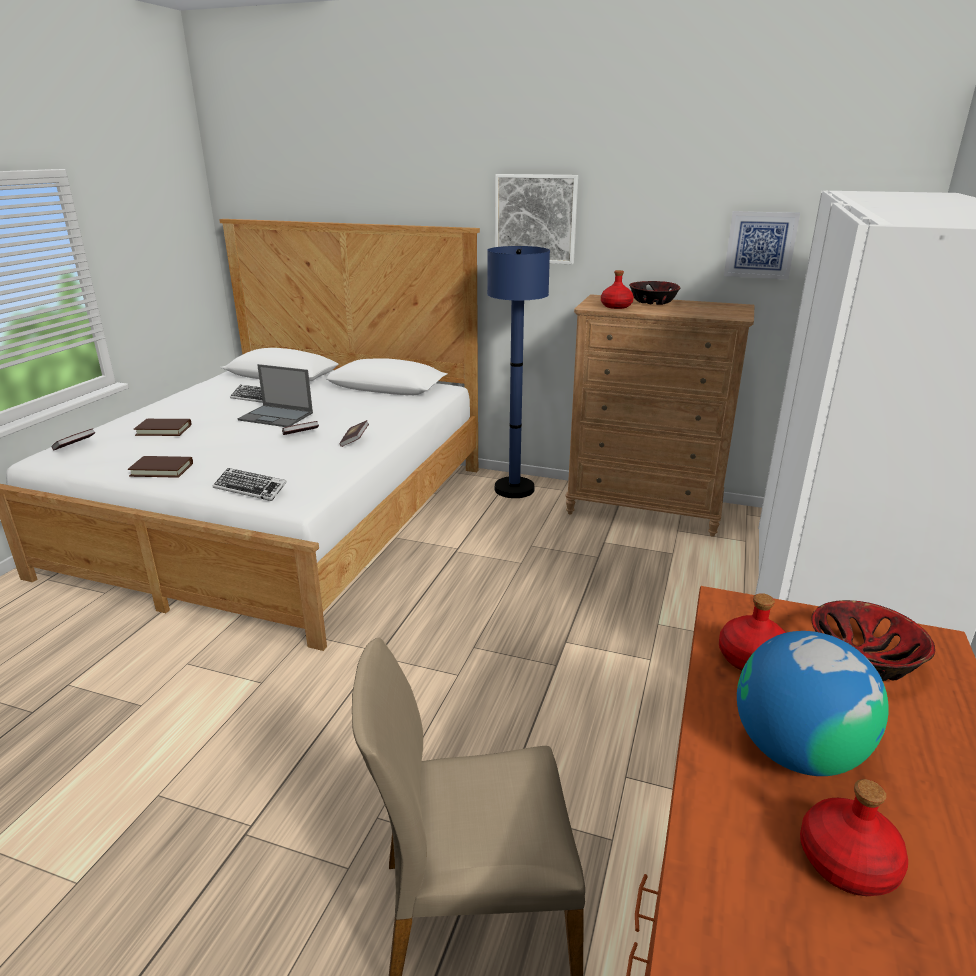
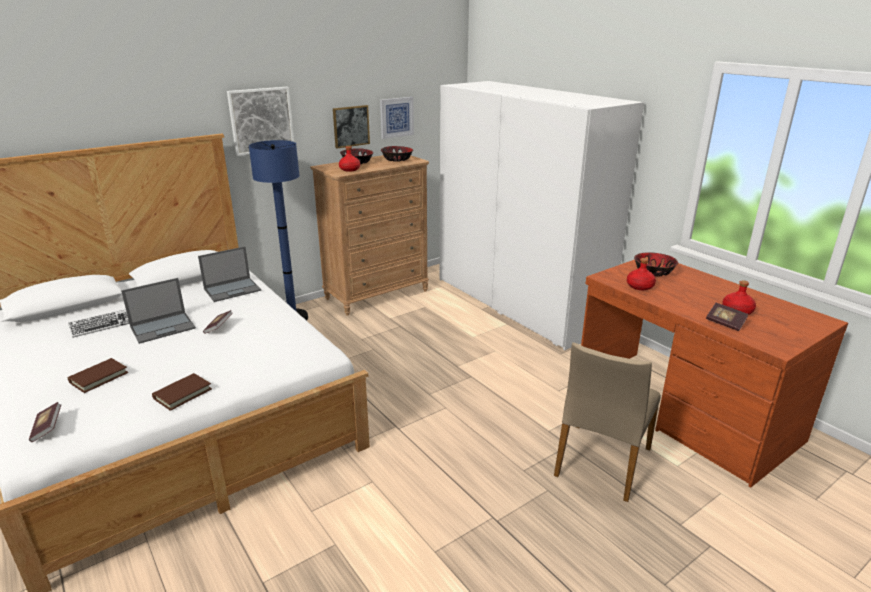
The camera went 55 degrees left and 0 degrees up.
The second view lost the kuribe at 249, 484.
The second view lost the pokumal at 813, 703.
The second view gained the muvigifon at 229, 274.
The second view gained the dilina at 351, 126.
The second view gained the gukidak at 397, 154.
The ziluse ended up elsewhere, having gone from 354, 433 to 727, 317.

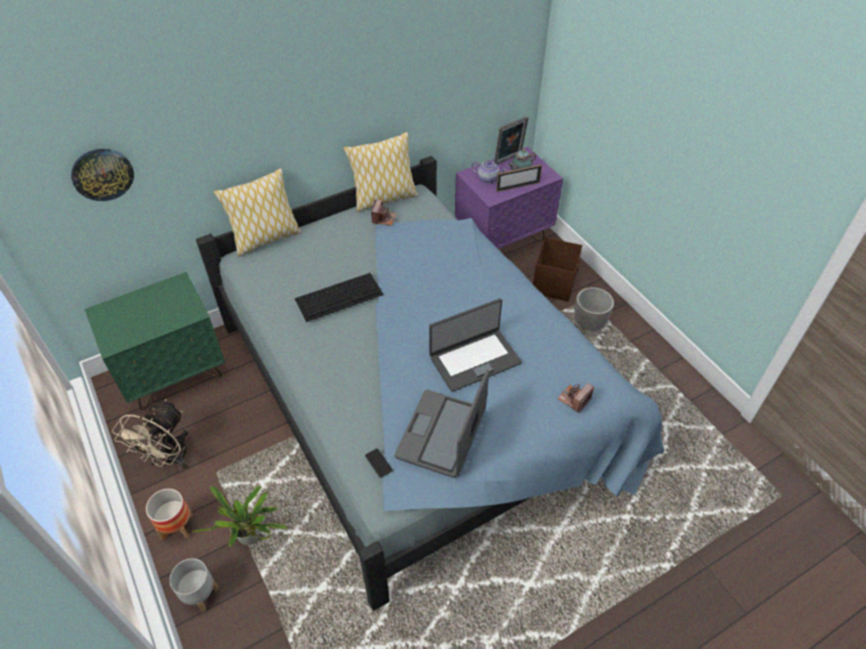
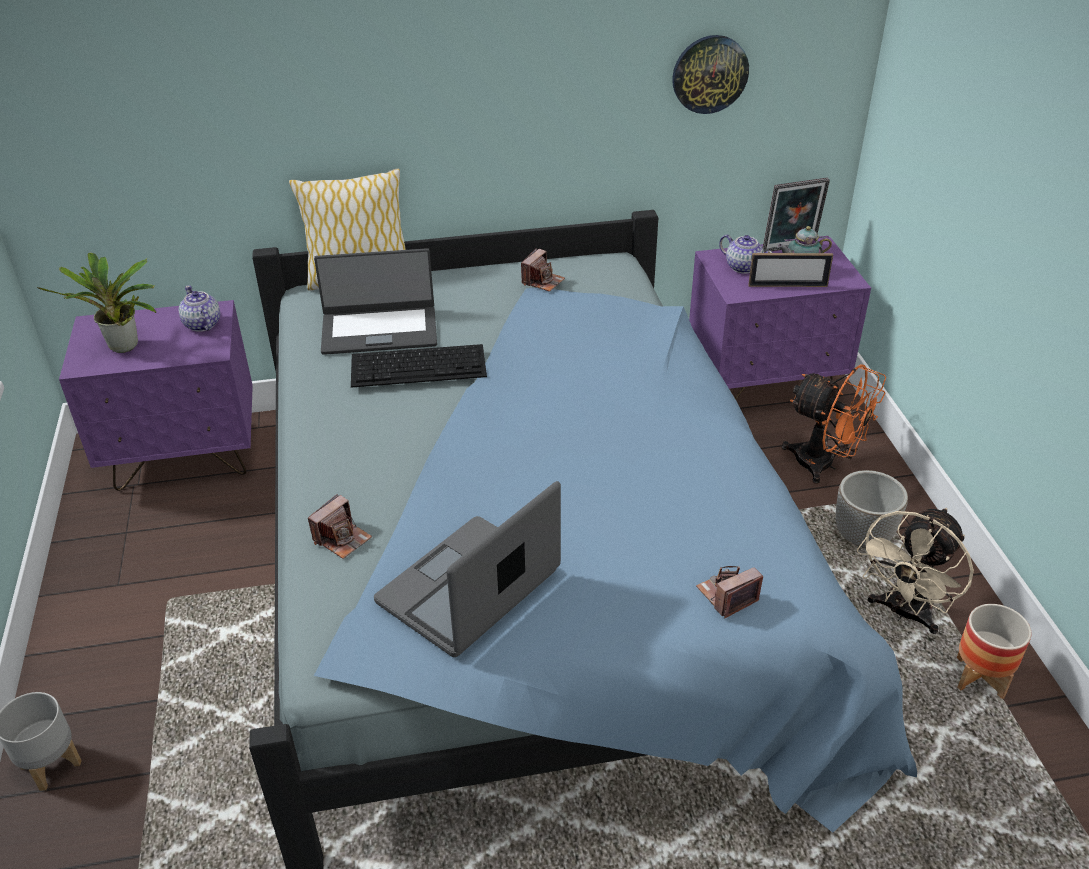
The camera went 20 degrees right and 10 degrees down.
The second view lost the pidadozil at 380, 172.
The second view lost the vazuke at 379, 463.
The second view gained the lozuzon at 199, 308.
The second view gained the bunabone at 340, 526.
The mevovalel ended up elsewhere, having gone from 102, 175 to 710, 74.
The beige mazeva ended up elsewhere, having gone from 150, 434 to 915, 571.
The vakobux ended up elsewhere, having gone from 169, 515 to 994, 651.
The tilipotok ended up elsewhere, having gone from 240, 516 to 96, 302.
The muvigifon ended up elsewhere, having gone from 475, 345 to 375, 301.
Where the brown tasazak stood at 557, 269, the orange mazeva came to stand at 834, 424.
What was the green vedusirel at 155, 341 turned into the purple vedusirel at 156, 395.

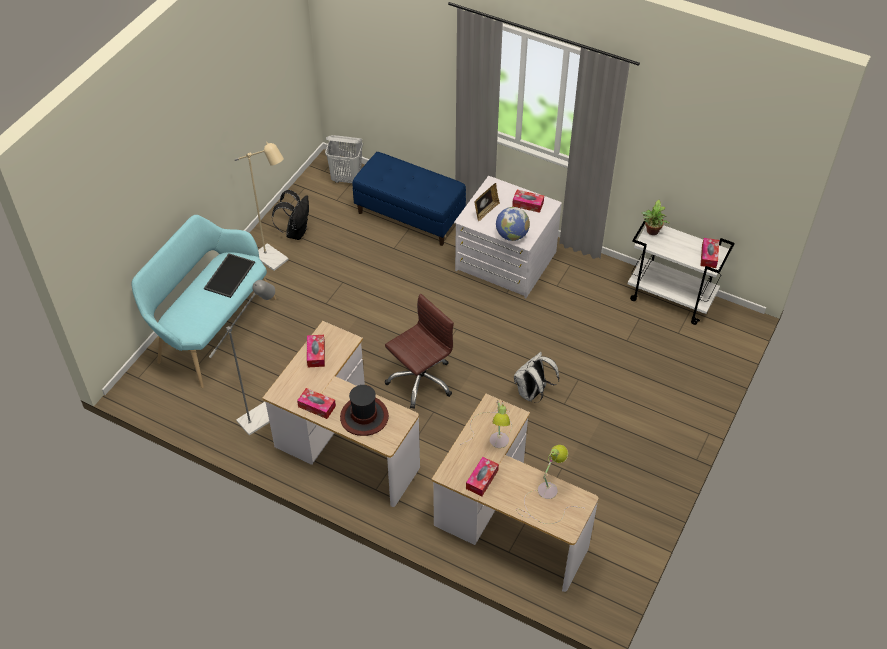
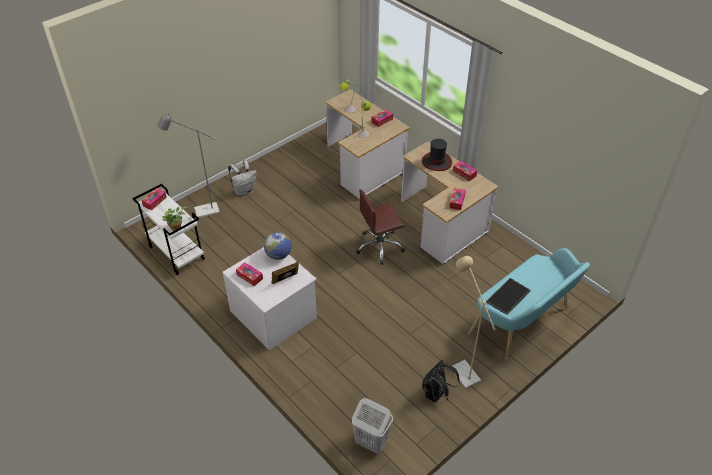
The camera went 160 degrees left and 5 degrees down.
The second view lost the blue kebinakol at 409, 199.
The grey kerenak ended up elsewhere, having gone from 242, 358 to 188, 165.
The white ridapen ended up elsewhere, having gone from 537, 377 to 242, 178.

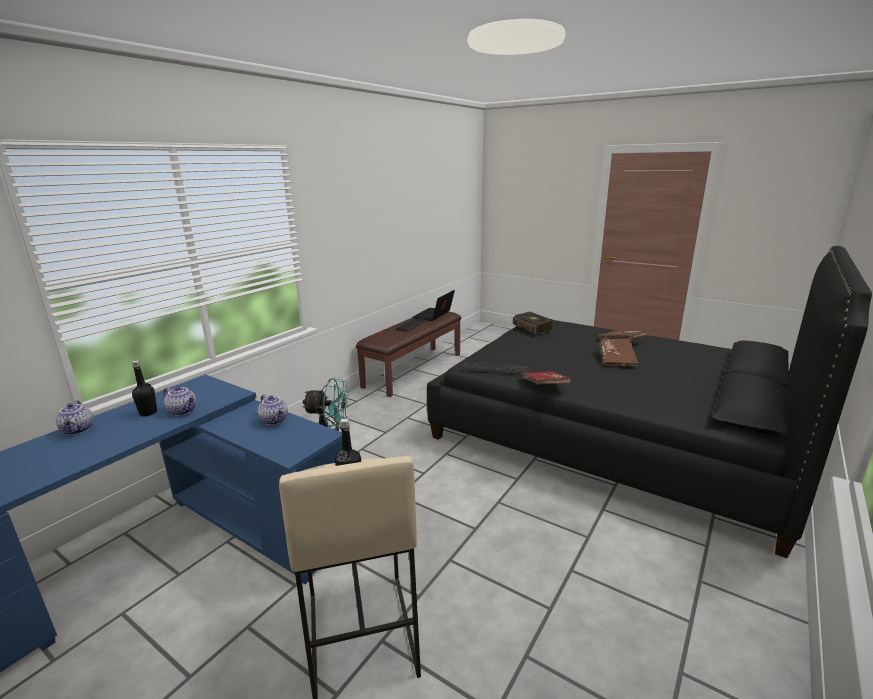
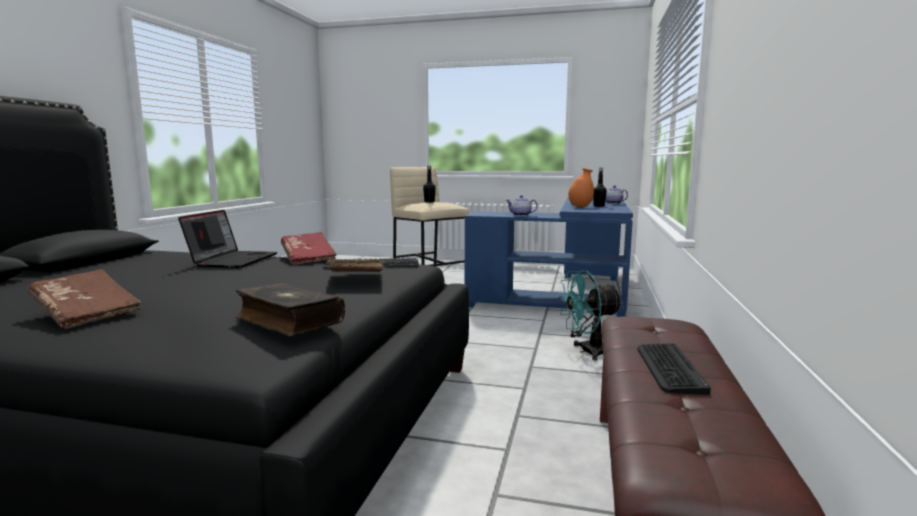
The camera went 160 degrees right and 10 degrees down.
The muvigifon ended up elsewhere, having gone from 433, 305 to 227, 239.
The brown ziluse ended up elsewhere, having gone from 618, 353 to 355, 265.
Where the lozuzon stood at 179, 401, the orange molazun came to stand at 581, 187.

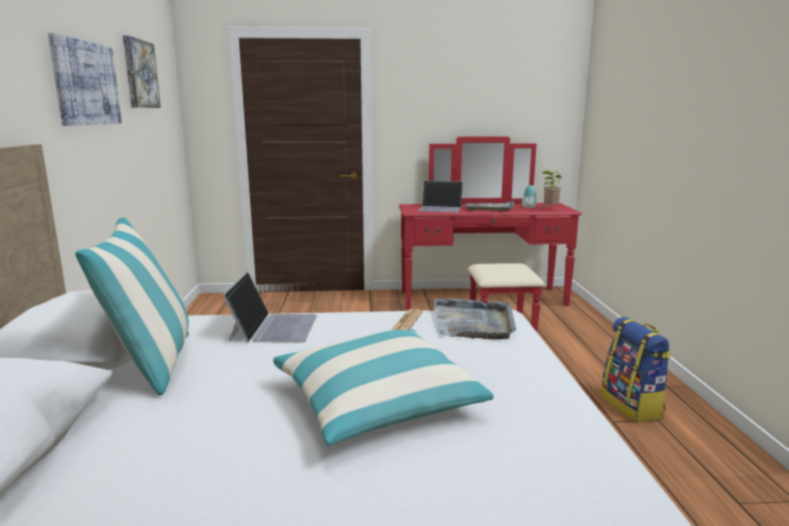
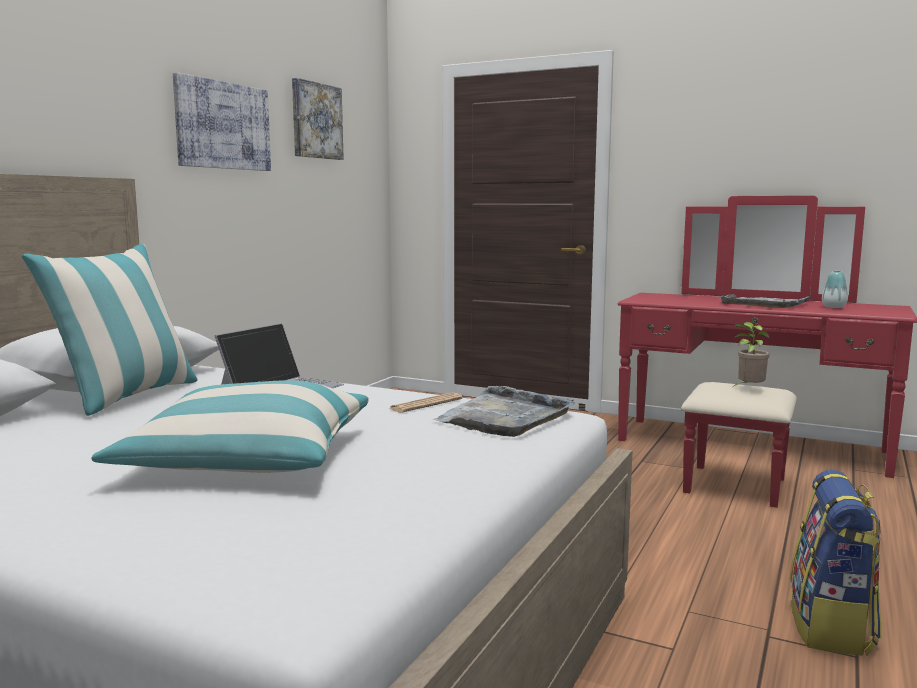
The camera went 30 degrees right and 5 degrees down.
The second view lost the muvigifon at 440, 196.
The tilipotok ended up elsewhere, having gone from 552, 189 to 751, 354.

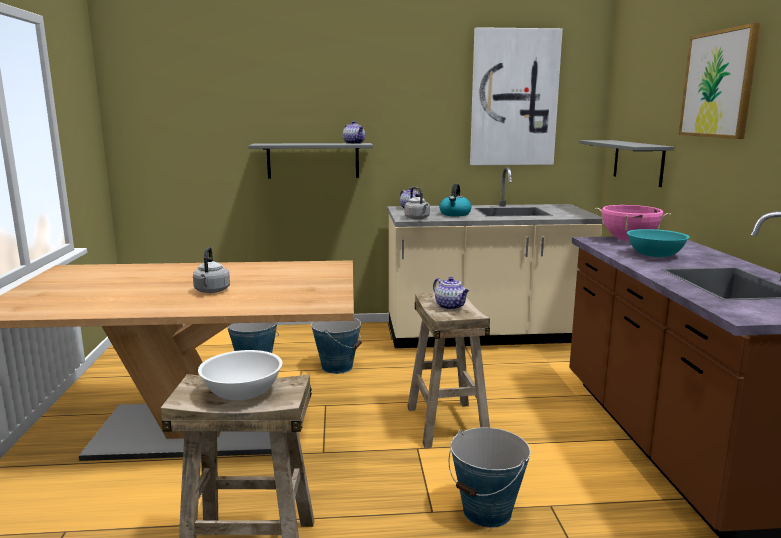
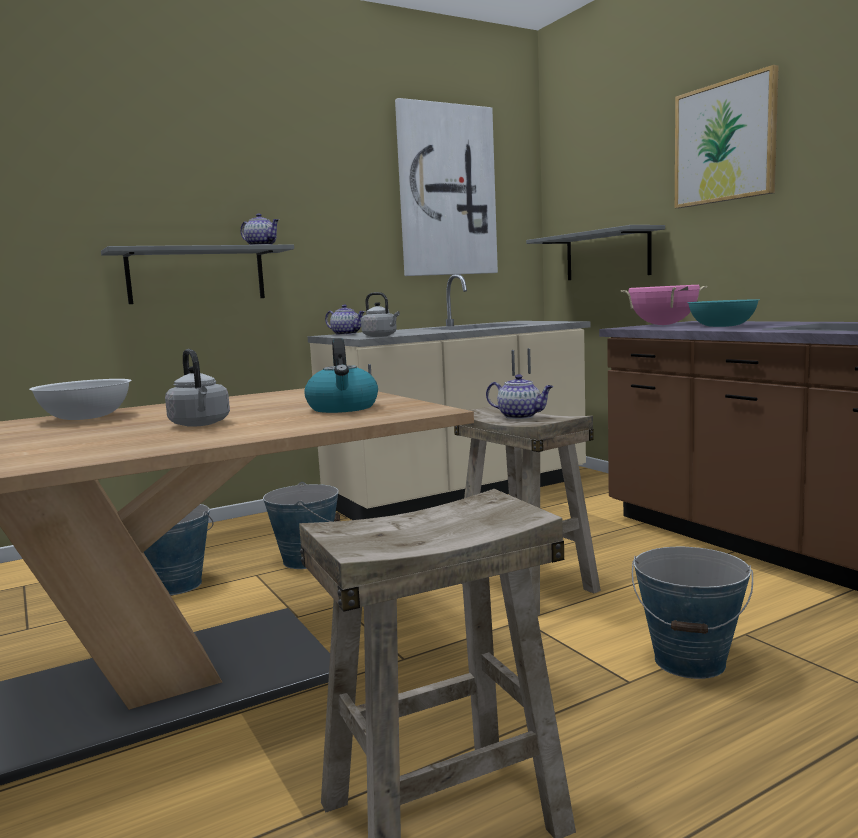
The camera went 25 degrees left and 5 degrees down.
The white gukidak ended up elsewhere, having gone from 240, 375 to 80, 399.
The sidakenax ended up elsewhere, having gone from 455, 200 to 341, 375.

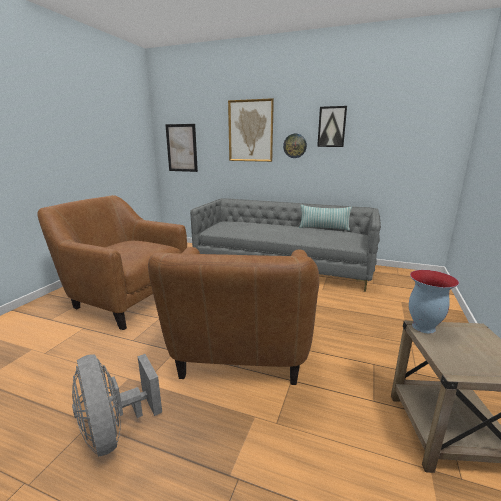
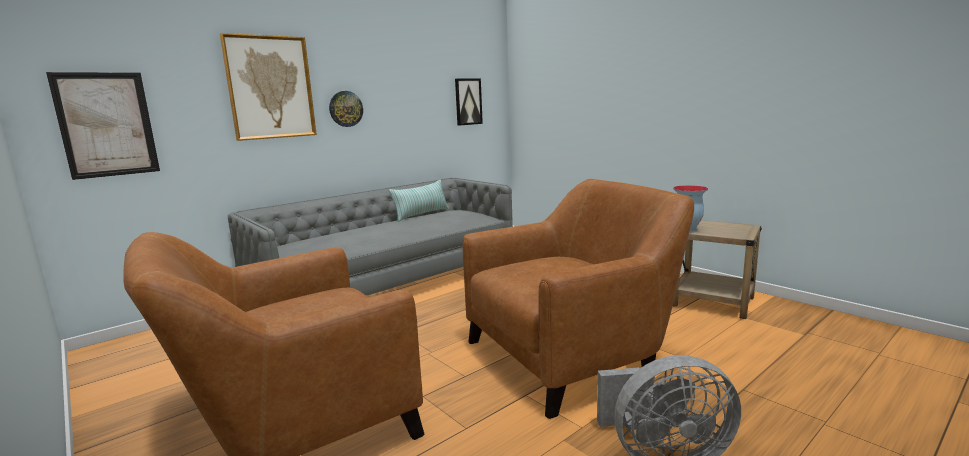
The camera went 60 degrees left and 5 degrees down.
The dilina ended up elsewhere, having gone from 332, 126 to 469, 102.
The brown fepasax at 233, 316 ended up facing another way, 60 degrees counterclockwise from before.

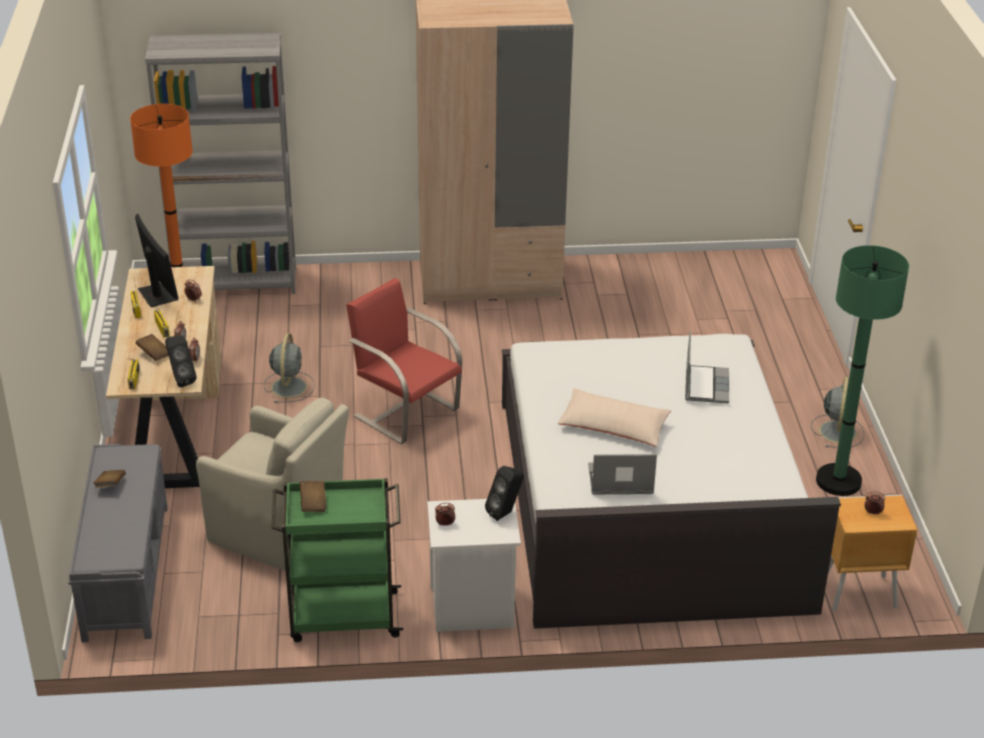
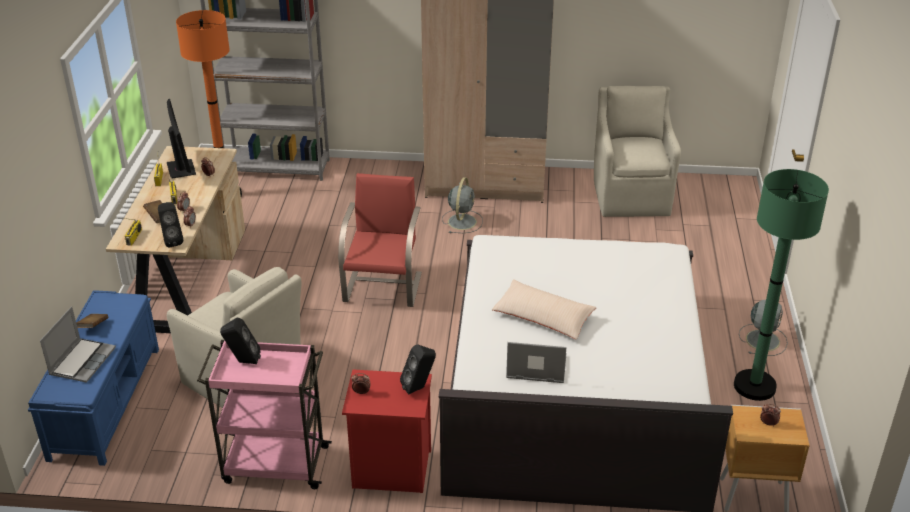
The camera went 10 degrees right and 0 degrees up.
The second view gained the beige fepasax at 637, 151.
The grey mazeva ended up elsewhere, having gone from 289, 368 to 462, 205.
The muvigifon ended up elsewhere, having gone from 707, 367 to 78, 344.
Where the brown ziluse stood at 313, 496, the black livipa came to stand at 240, 341.
What was the grey kebinakol at 118, 543 turned into the blue kebinakol at 93, 378.
What was the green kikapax at 338, 560 turned into the pink kikapax at 264, 414.
What was the white vedusirel at 474, 565 turned into the red vedusirel at 387, 431.
The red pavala at 404, 361 ended up facing another way, 45 degrees clockwise from before.

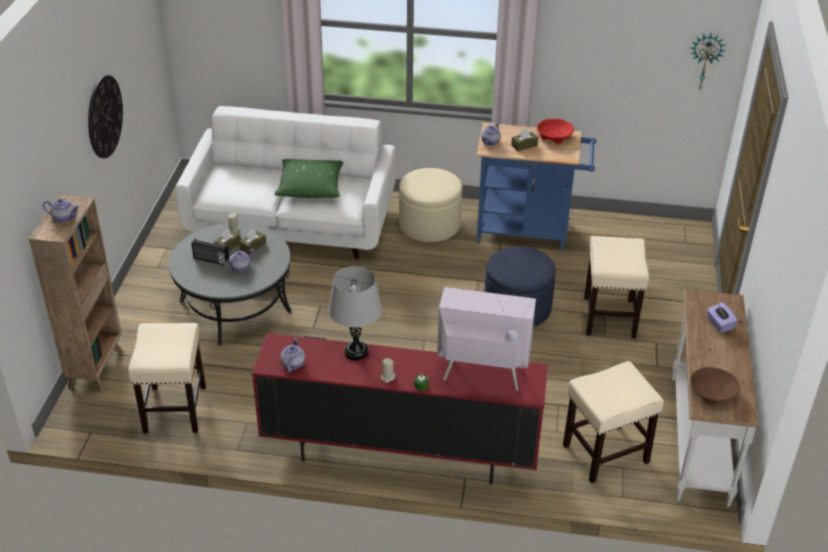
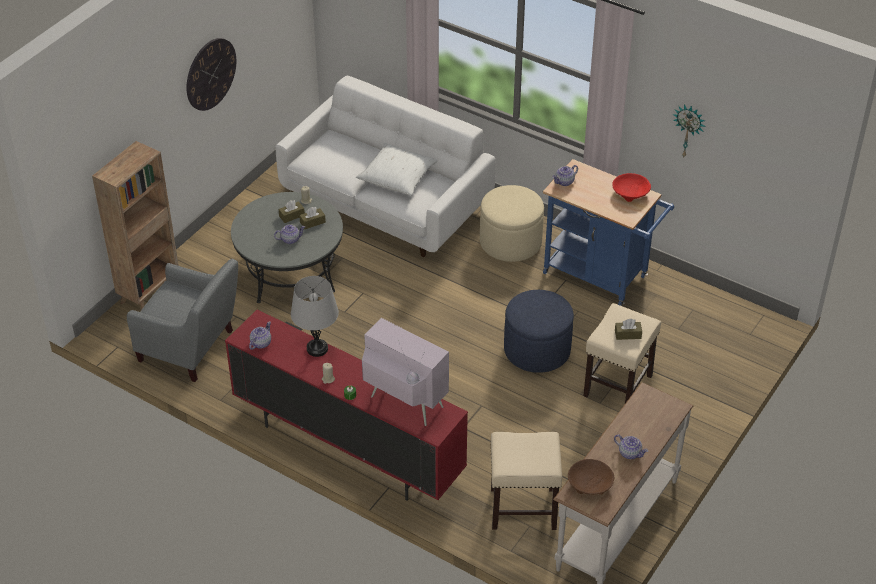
The camera went 25 degrees right and 5 degrees up.
The second view lost the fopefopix at 210, 252.
The second view lost the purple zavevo at 722, 317.
The lozuzon ended up elsewhere, having gone from 61, 210 to 631, 446.
The brown zavevo ended up elsewhere, having gone from 524, 139 to 628, 329.
The mevovalel ended up elsewhere, having gone from 708, 61 to 689, 130.
Where the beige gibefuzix stood at 167, 378, the grey fepasax came to stand at 182, 320.
What was the green pidadozil at 308, 178 turned into the white pidadozil at 396, 169.

